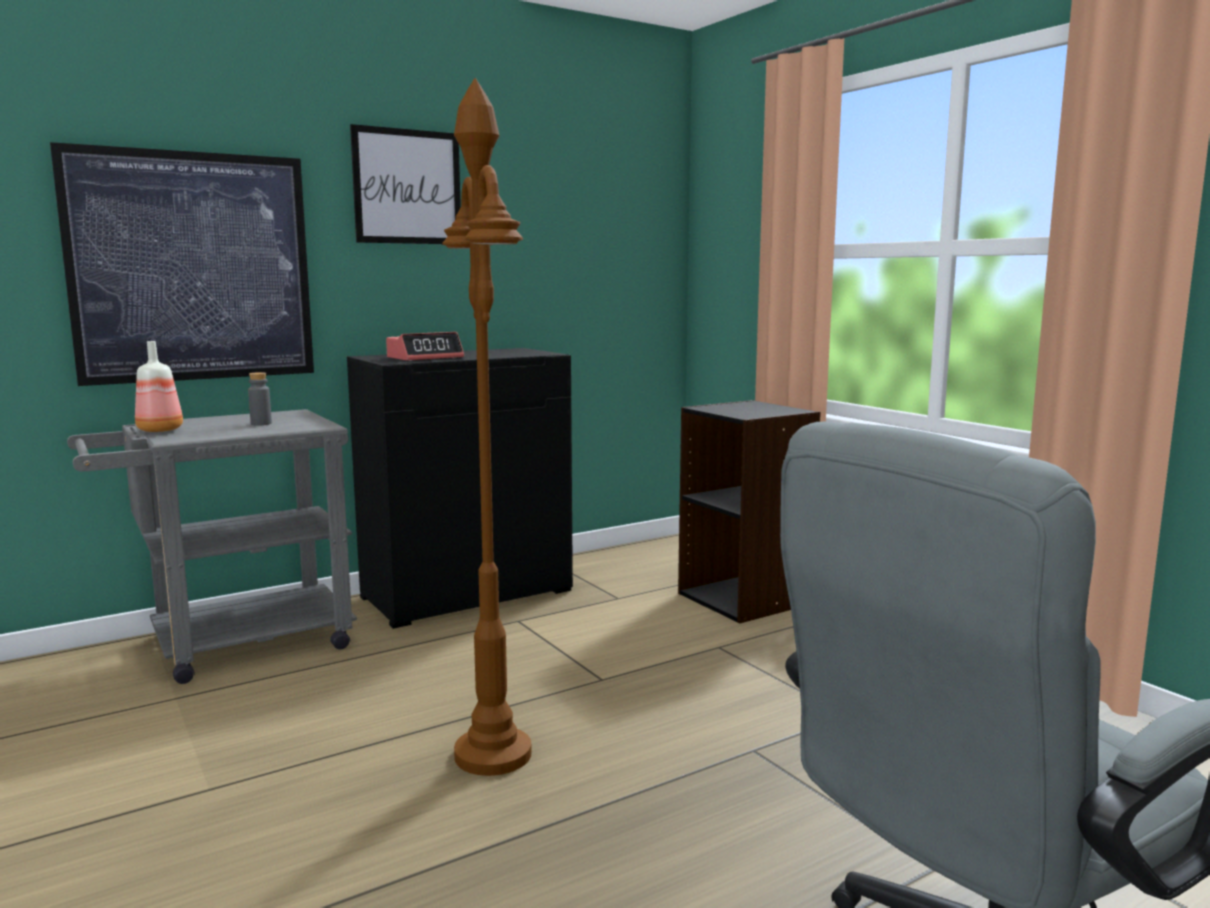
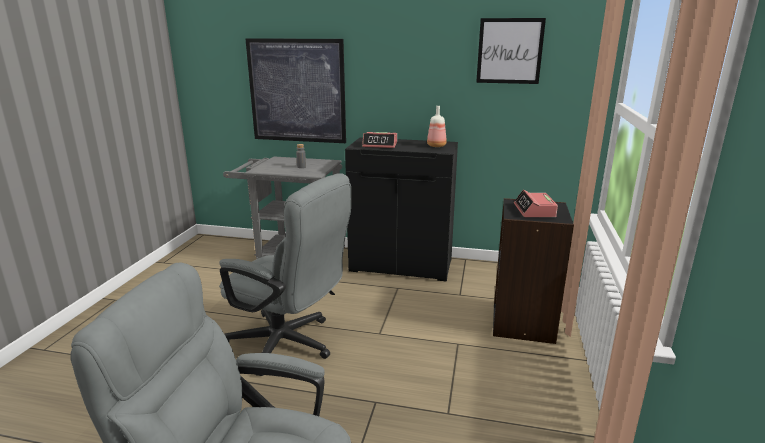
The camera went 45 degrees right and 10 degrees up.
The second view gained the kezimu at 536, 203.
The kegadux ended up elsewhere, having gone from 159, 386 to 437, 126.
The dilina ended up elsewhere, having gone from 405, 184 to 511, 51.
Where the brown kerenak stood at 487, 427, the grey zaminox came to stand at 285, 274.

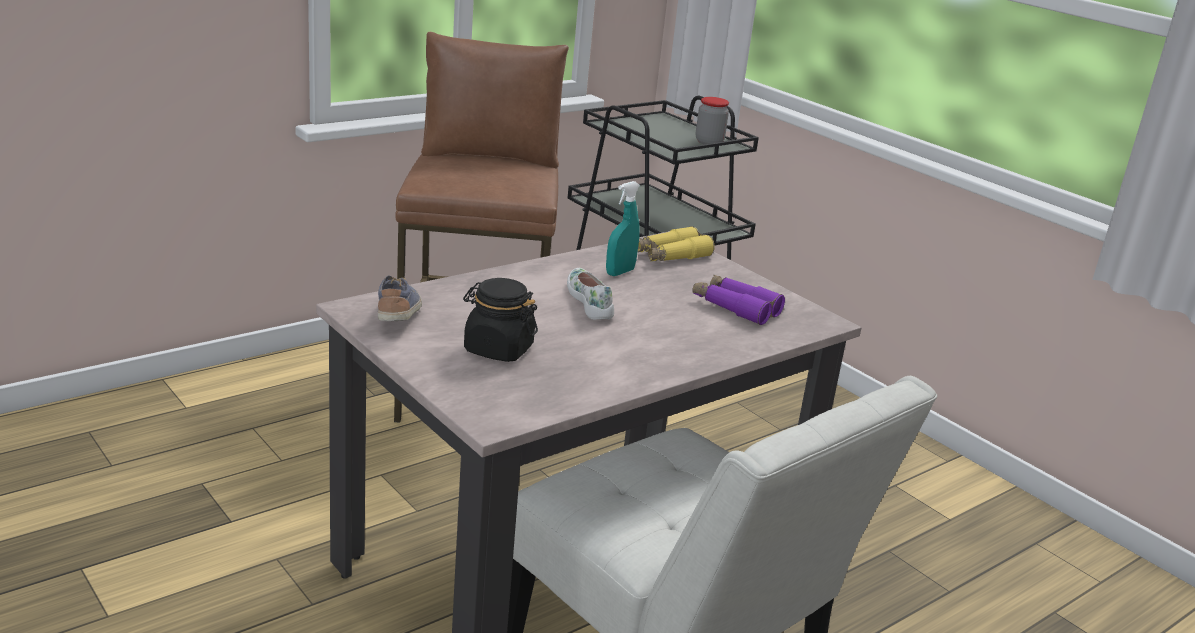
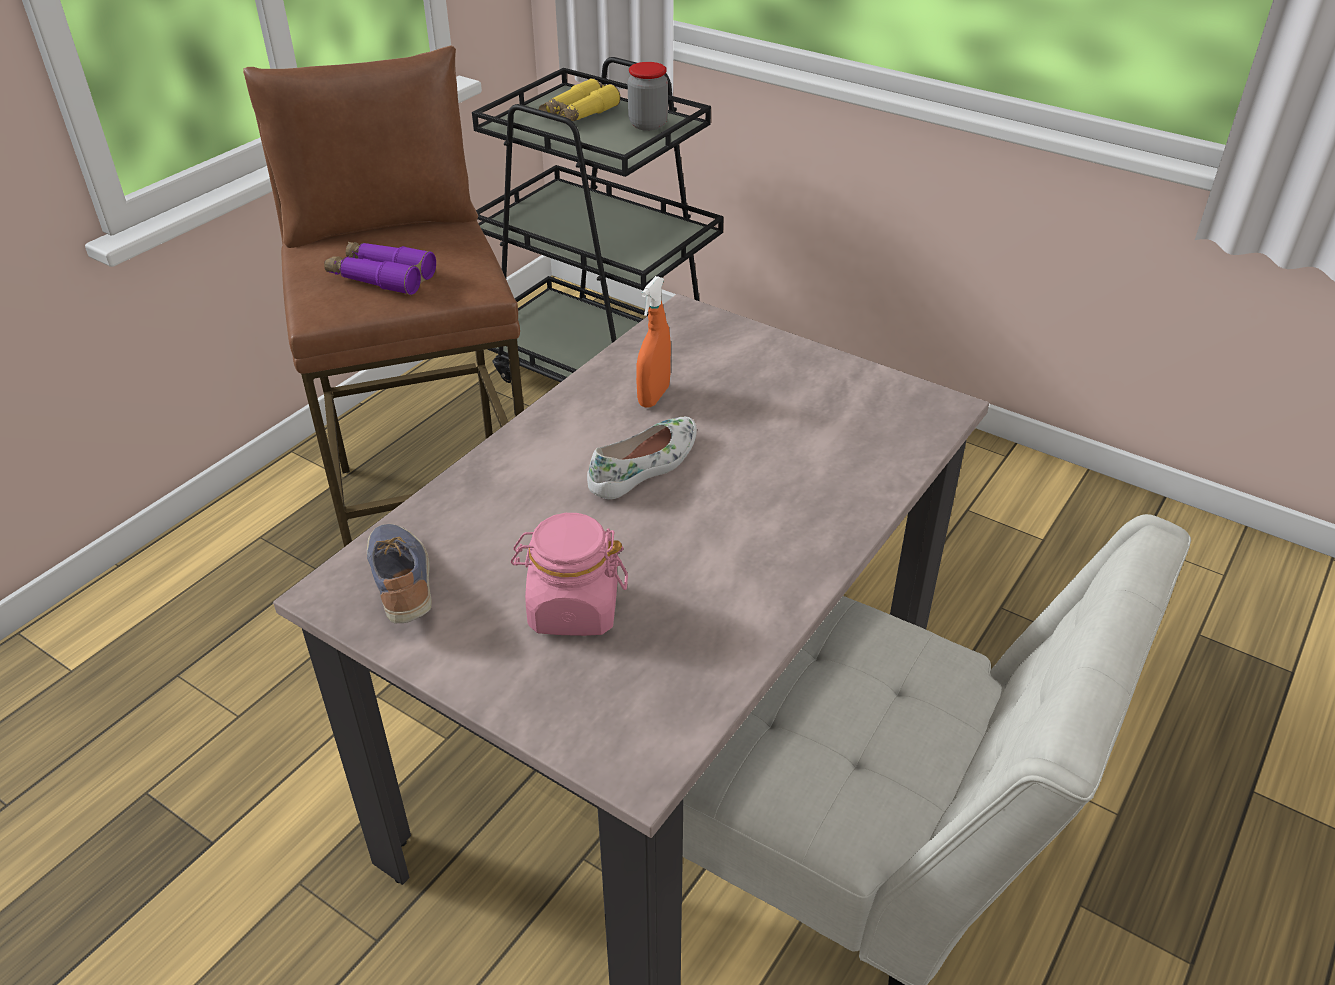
The camera went 15 degrees left and 15 degrees up.
The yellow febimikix ended up elsewhere, having gone from 676, 244 to 580, 99.
The purple febimikix ended up elsewhere, having gone from 738, 300 to 380, 268.
What was the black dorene at 500, 320 turned into the pink dorene at 569, 574.
What was the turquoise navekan at 623, 228 turned into the orange navekan at 653, 342.
The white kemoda at 590, 294 ended up facing another way, 75 degrees clockwise from before.

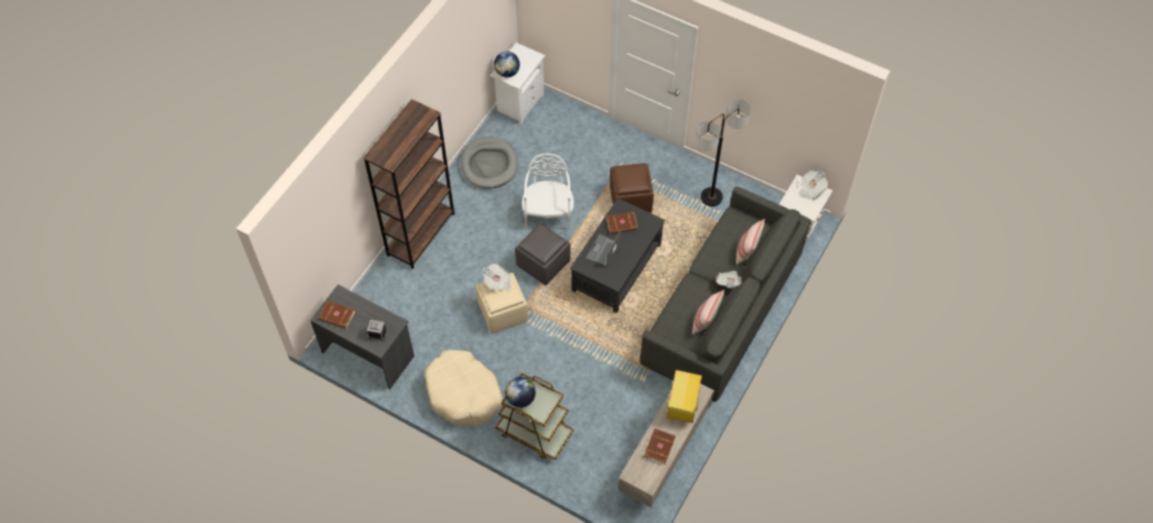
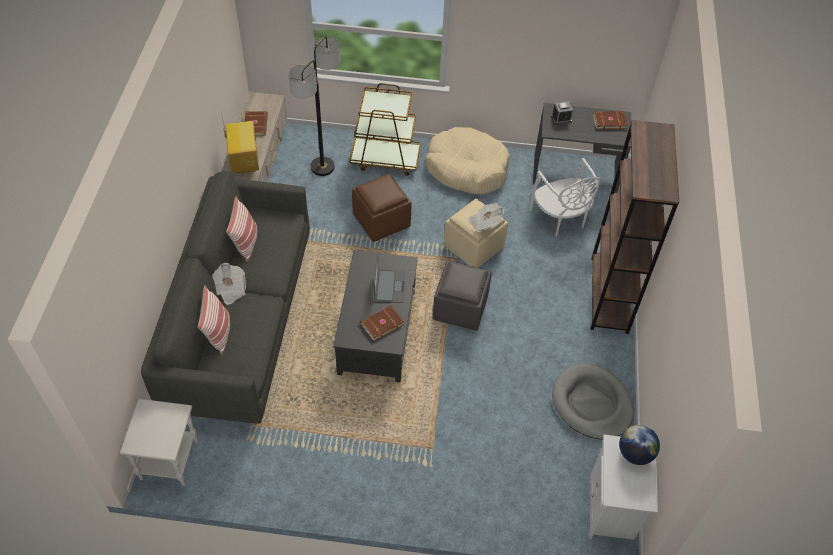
The camera went 155 degrees right and 5 degrees down.
The second view lost the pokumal at 520, 392.
The second view lost the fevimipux at 813, 186.
The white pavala ended up elsewhere, having gone from 548, 191 to 564, 197.
The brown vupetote ended up elsewhere, having gone from 632, 187 to 382, 208.
The kerenak ended up elsewhere, having gone from 723, 153 to 314, 106.

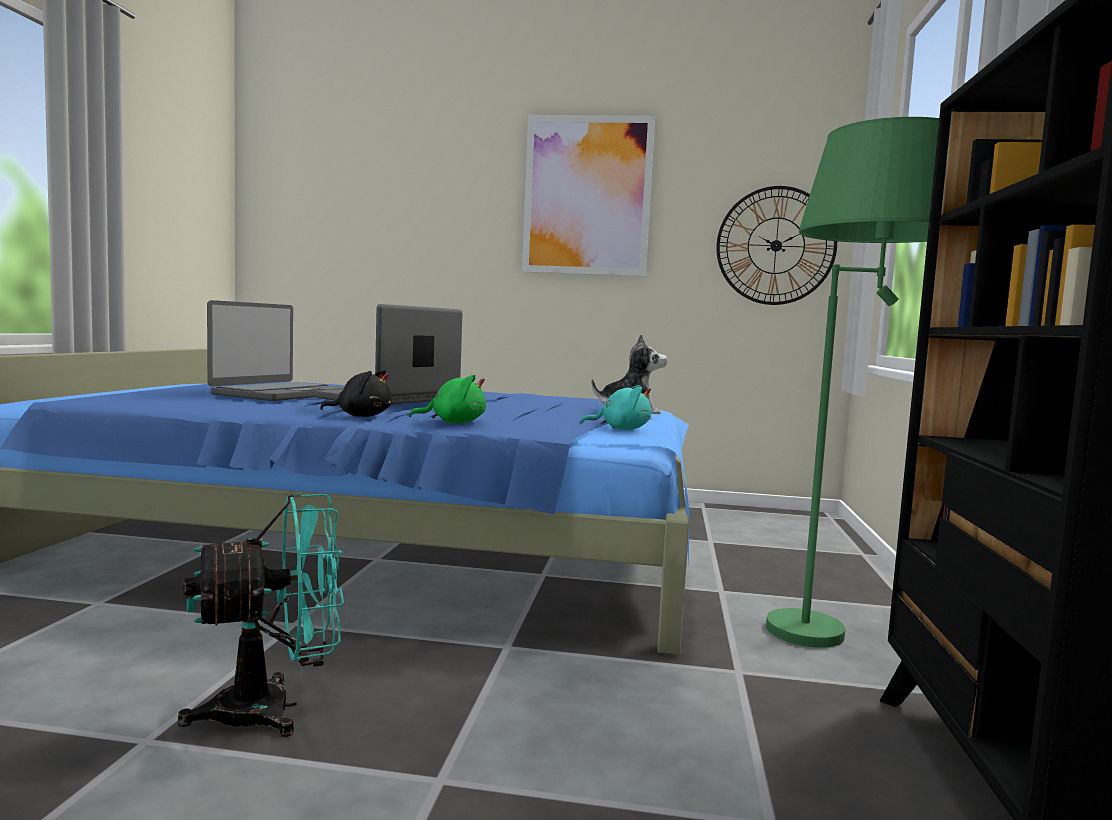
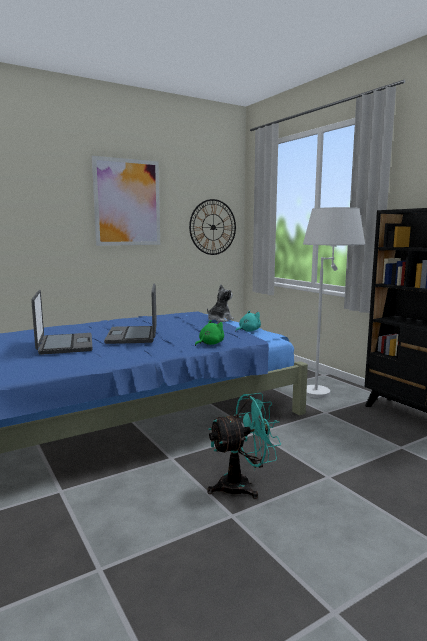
The camera went 40 degrees left and 5 degrees up.
The second view lost the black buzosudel at 356, 393.
What was the green kerenak at 852, 382 turned into the white kerenak at 334, 302.
The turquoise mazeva at 261, 615 ended up facing another way, 45 degrees clockwise from before.

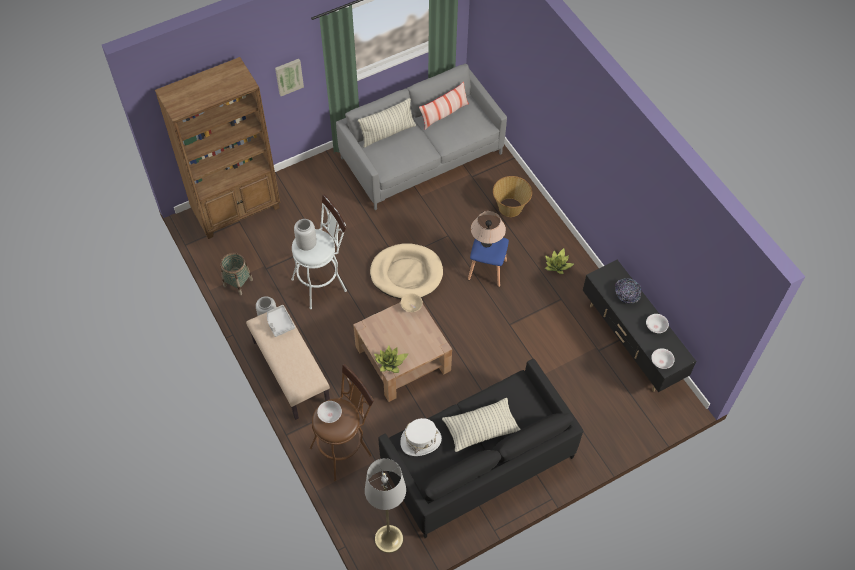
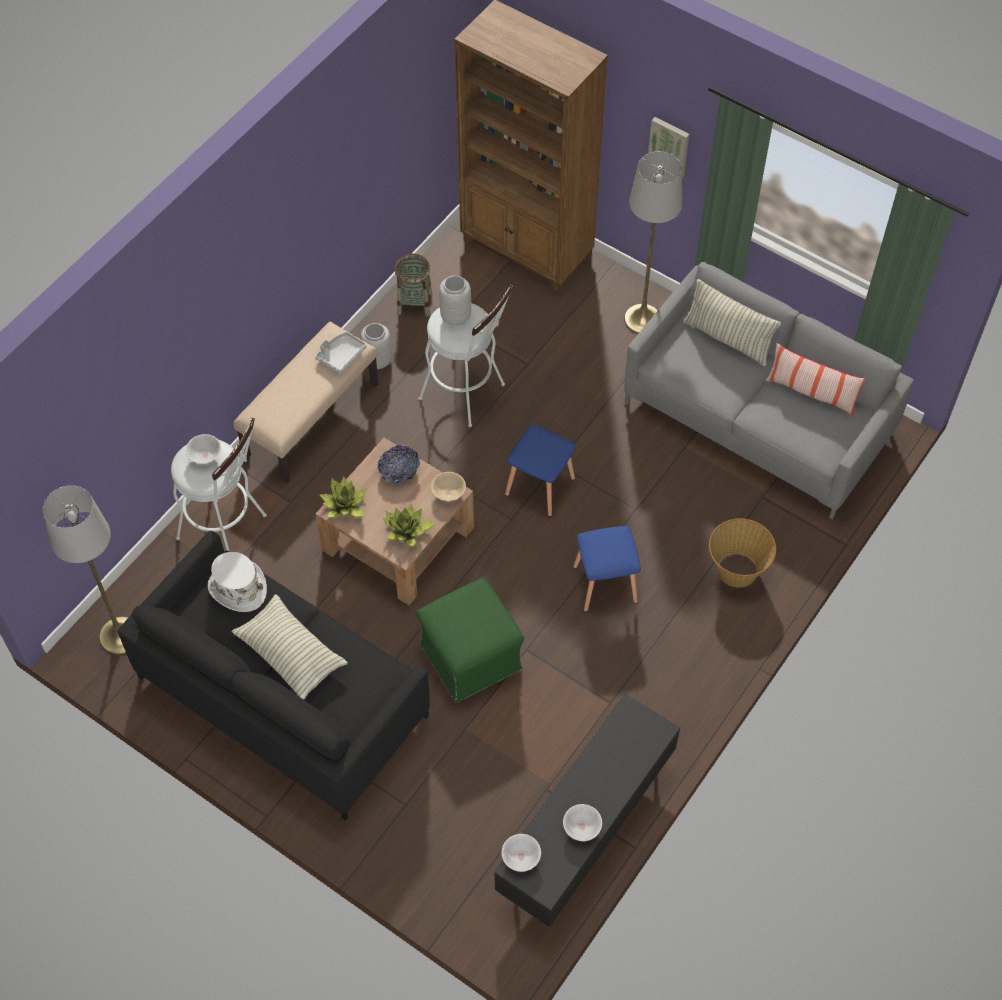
The camera went 65 degrees right and 0 degrees up.
The second view lost the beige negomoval at 488, 229.
The second view gained the green vupetote at 470, 640.
The second view gained the grey kerenak at 653, 242.
The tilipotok ended up elsewhere, having gone from 559, 261 to 409, 525.
The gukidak ended up elsewhere, having gone from 628, 291 to 398, 464.
Where the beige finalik stood at 406, 271, the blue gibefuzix came to stand at 540, 470.
What was the brown gibefuzix at 342, 422 turned into the white gibefuzix at 219, 484.

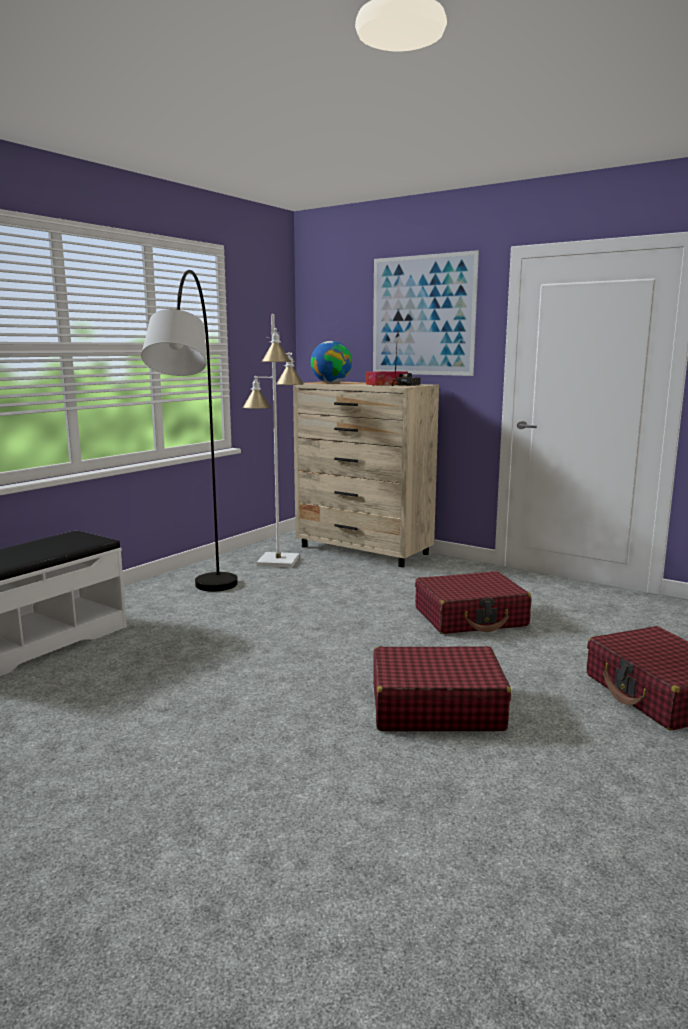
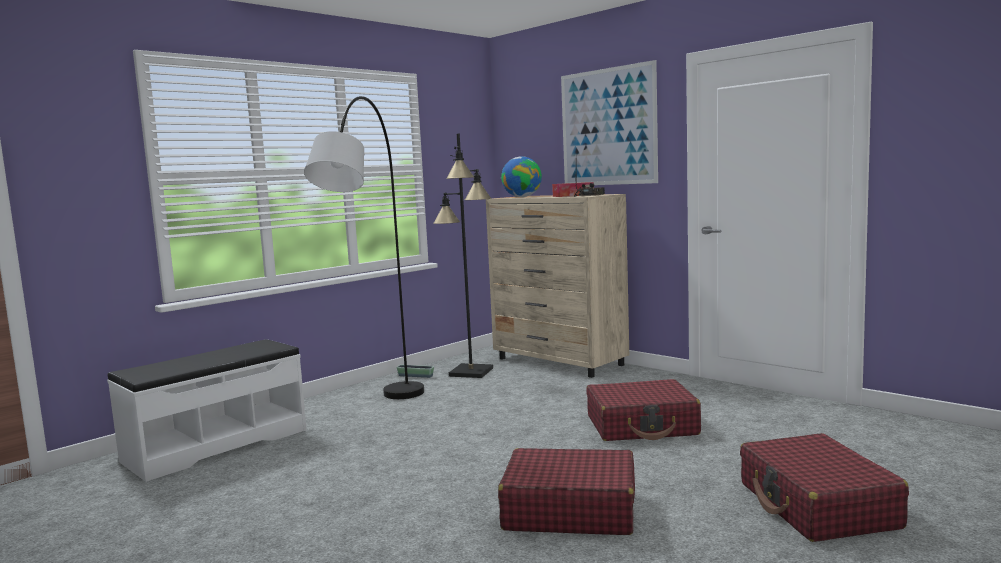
The camera went 10 degrees right and 5 degrees down.
The second view gained the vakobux at 415, 371.
What was the white kerenak at 273, 441 turned into the black kerenak at 463, 255.

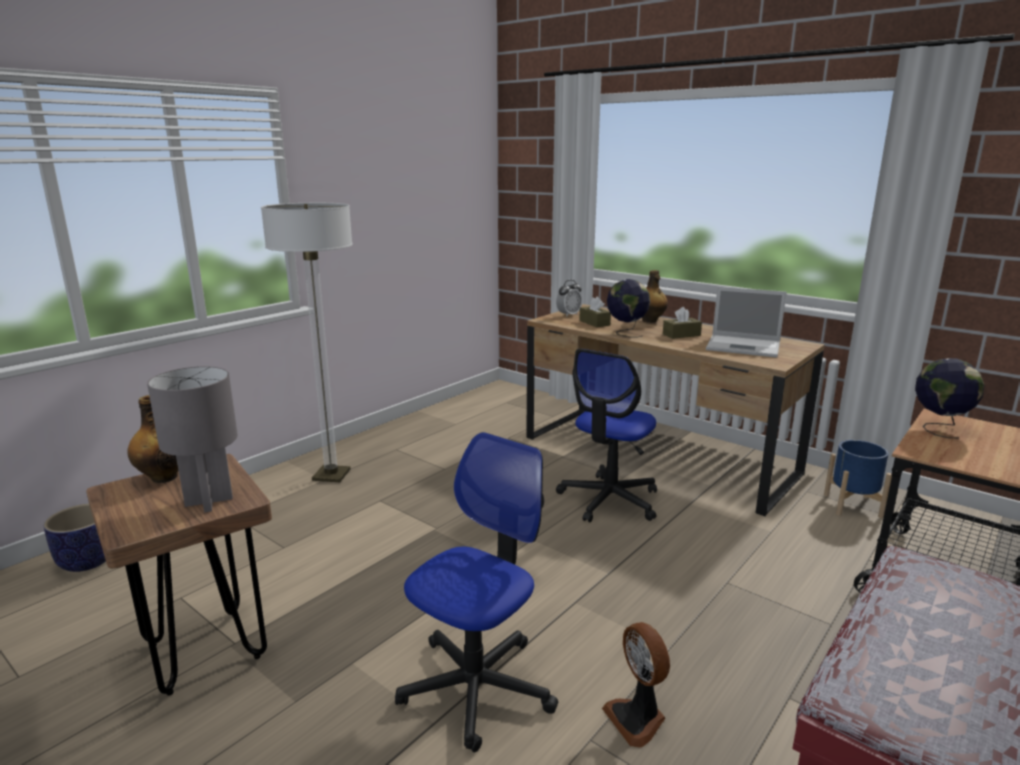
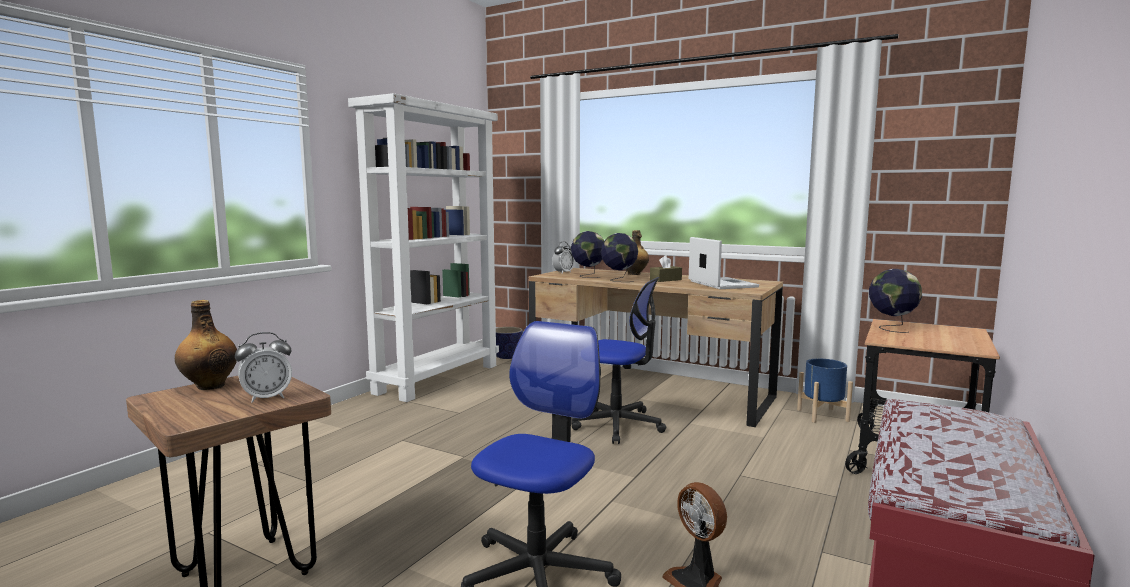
The camera went 10 degrees left and 10 degrees down.
The second view lost the kerenak at 307, 342.
The second view gained the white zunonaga at 423, 247.
The vakobux ended up elsewhere, having gone from 75, 537 to 509, 343.
Where the grey negomoval stood at 192, 439, the kezimu came to stand at 263, 367.
Where the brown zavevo stood at 595, 312, the pokumal came to stand at 587, 254.
The zaminox at 606, 435 ended up facing another way, 90 degrees counterclockwise from before.
The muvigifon at 746, 322 ended up facing another way, 120 degrees counterclockwise from before.

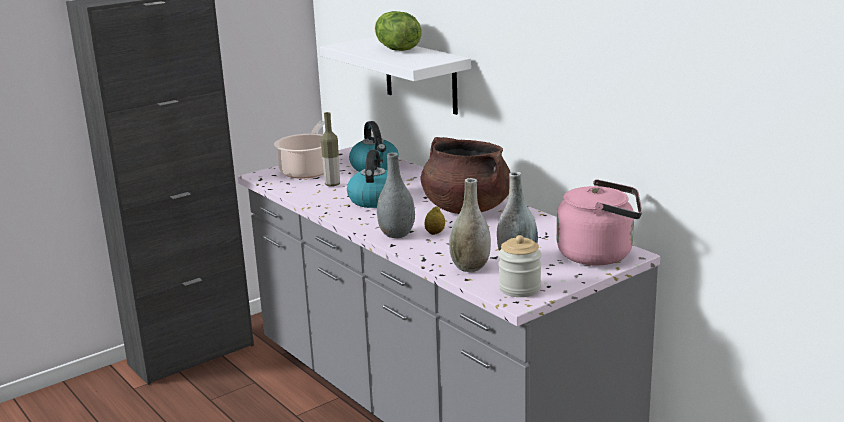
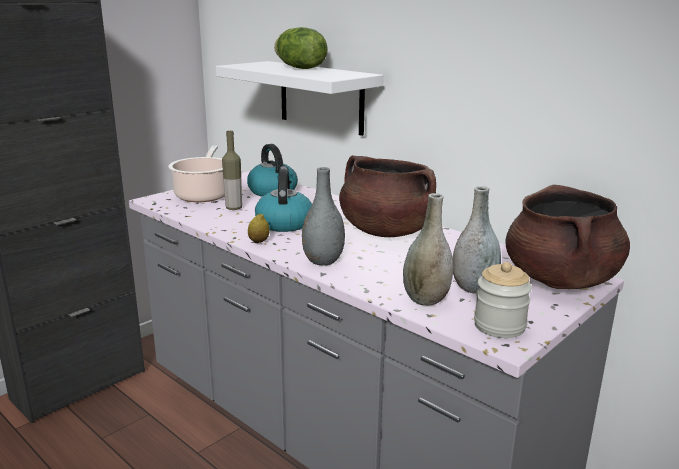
The camera went 10 degrees left and 0 degrees up.
The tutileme ended up elsewhere, having gone from 434, 220 to 259, 228.
Where the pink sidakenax stood at 599, 222, the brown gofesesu came to stand at 567, 237.

